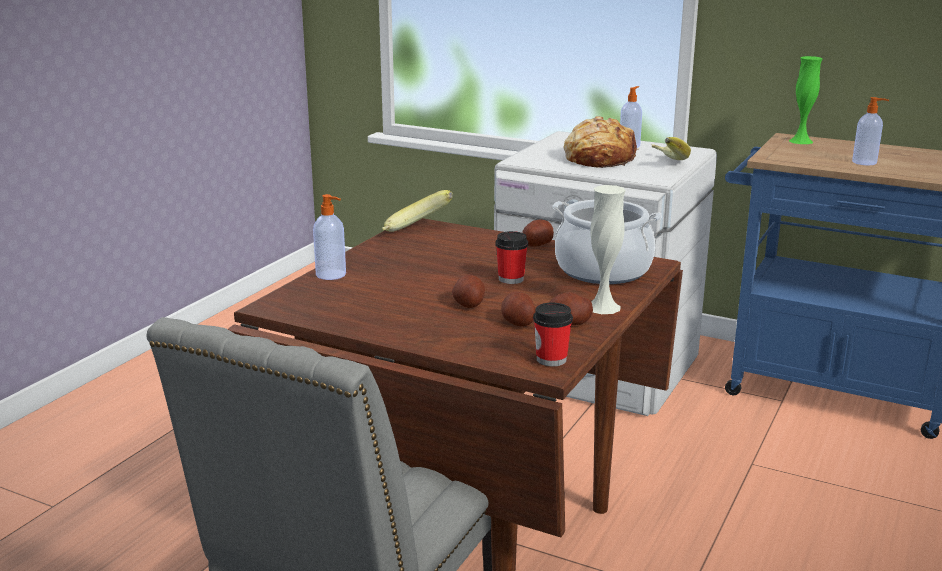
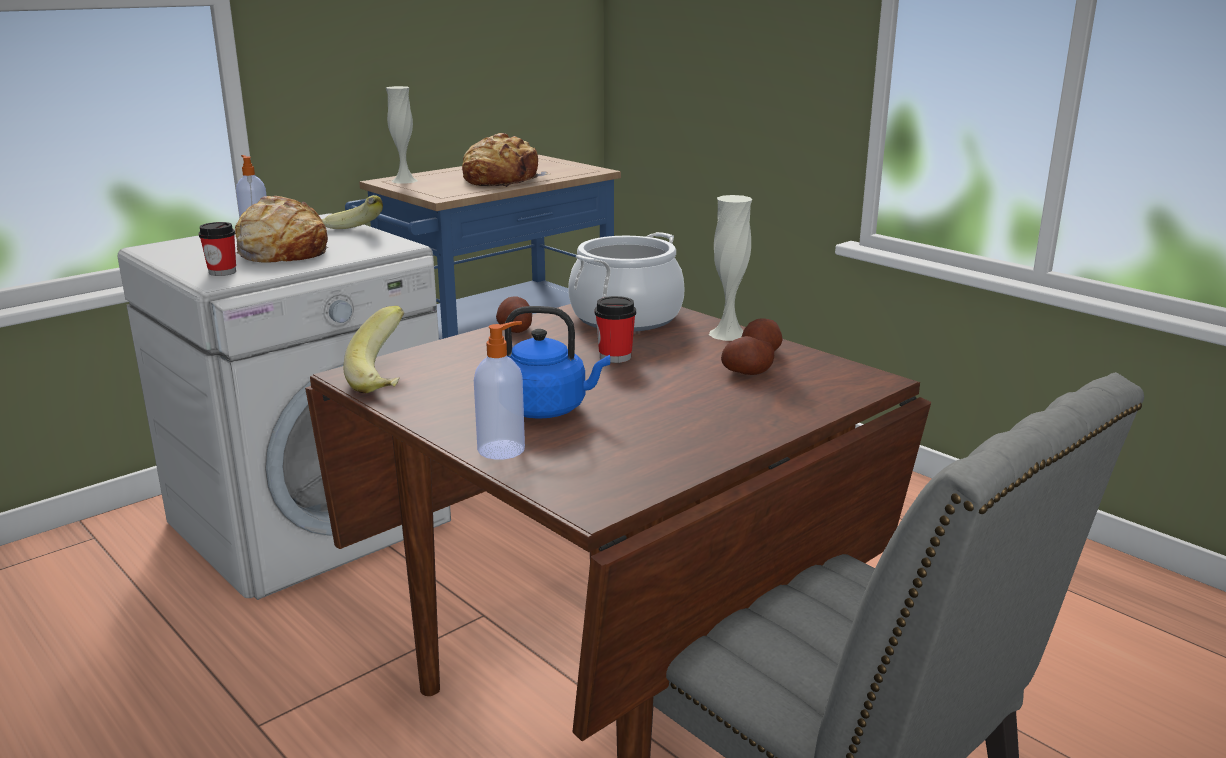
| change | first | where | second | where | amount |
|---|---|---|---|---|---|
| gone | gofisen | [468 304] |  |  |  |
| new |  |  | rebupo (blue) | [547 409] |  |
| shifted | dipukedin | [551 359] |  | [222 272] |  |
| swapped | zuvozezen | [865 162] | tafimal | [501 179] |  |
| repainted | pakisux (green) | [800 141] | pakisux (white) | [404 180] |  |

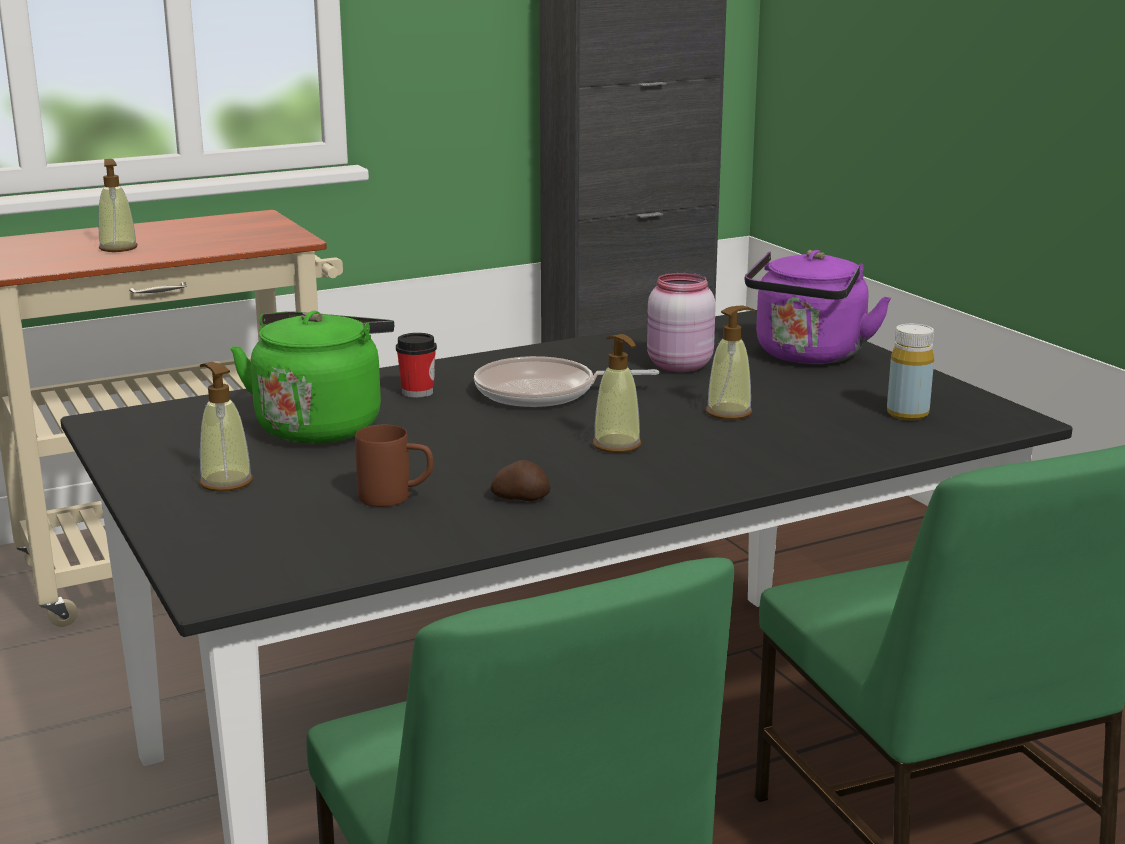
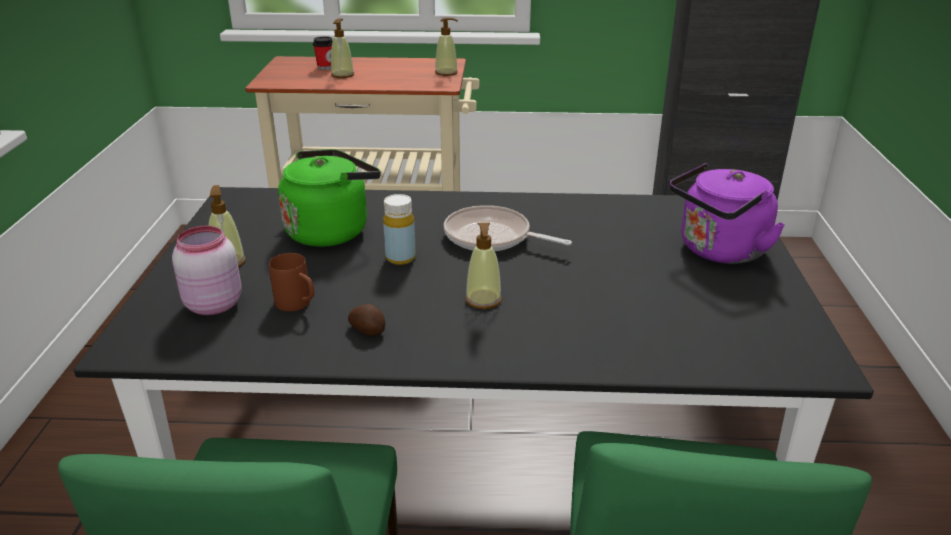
| change | first | where | second | where | amount |
|---|---|---|---|---|---|
| shifted | dipukedin | [417 392] |  | [325 67] |  |
| shifted | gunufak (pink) | [677 366] |  | [212 304] |  |
| shifted | zuvozezen | [729 412] |  | [446 73] |  |
| shifted | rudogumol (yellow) | [907 414] |  | [400 258] |  |

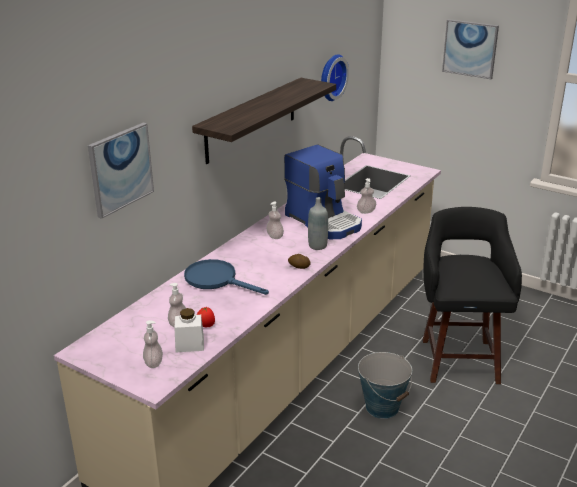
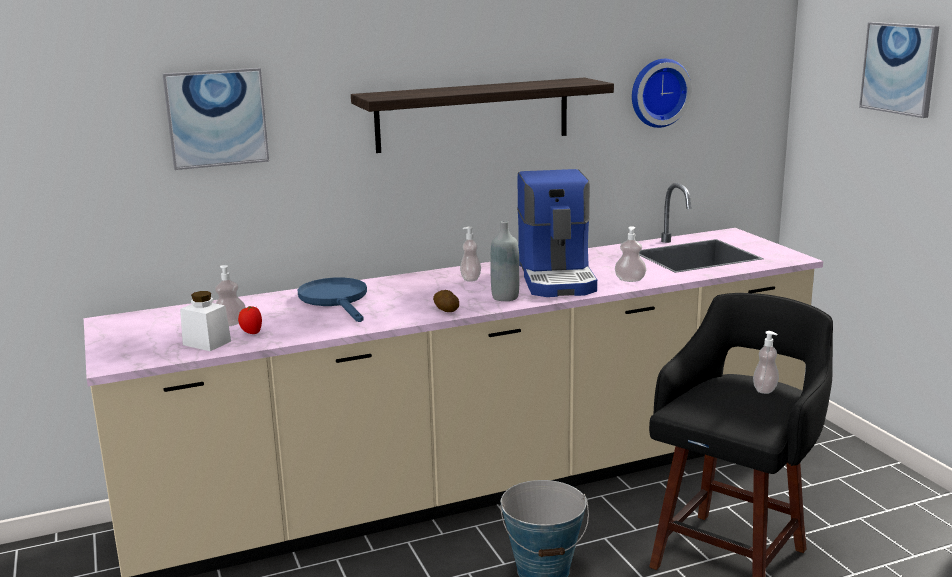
| change | first | where | second | where | amount |
|---|---|---|---|---|---|
| shifted | zuvozezen | [153 363] |  | [765 390] |  |

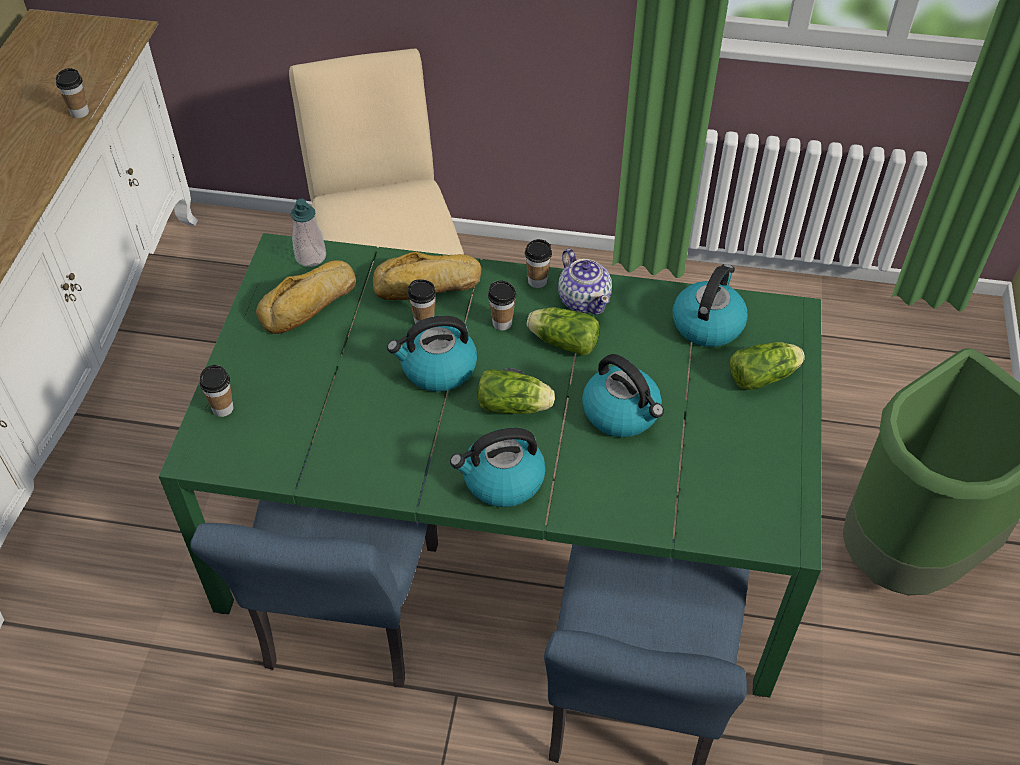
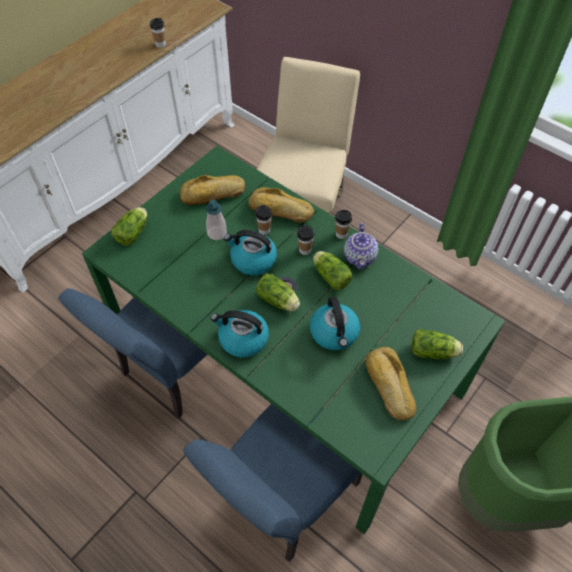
| change | first | where | second | where | amount |
|---|---|---|---|---|---|
| gone | rebupo | [707 323] |  |  |  |
| new |  |  | tafimal | [388 386] |  |
| shifted | zuvozezen | [310 257] |  | [217 233] |  |
| swapped | dipukedin | [223 408] | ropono | [133 232] |  |

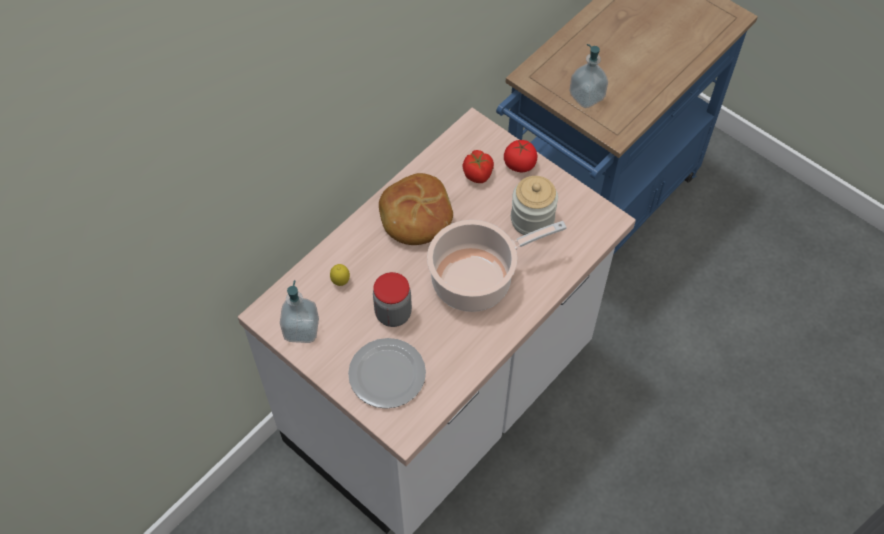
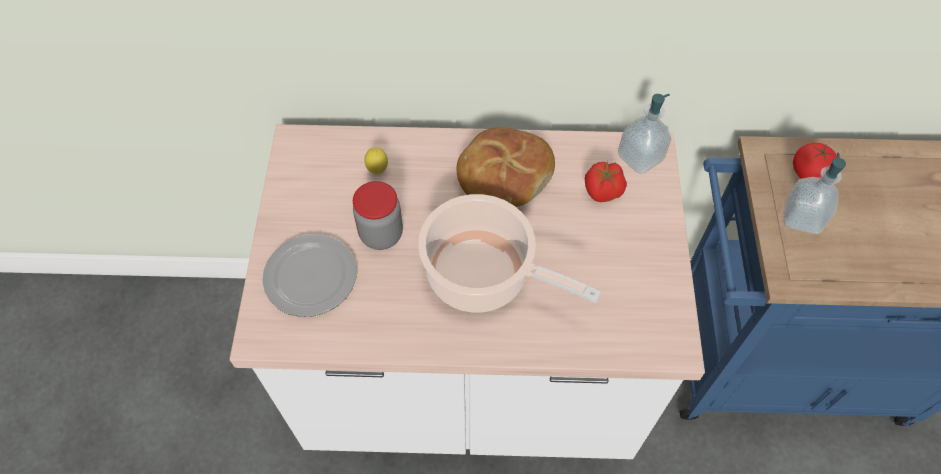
| change | first | where | second | where | amount |
|---|---|---|---|---|---|
| gone | gunufak | [532 219] |  |  |  |
| shifted | zuvozezen | [301 329] |  | [640 157] |  |
| shifted | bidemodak | [519 164] |  | [809 174] |  |

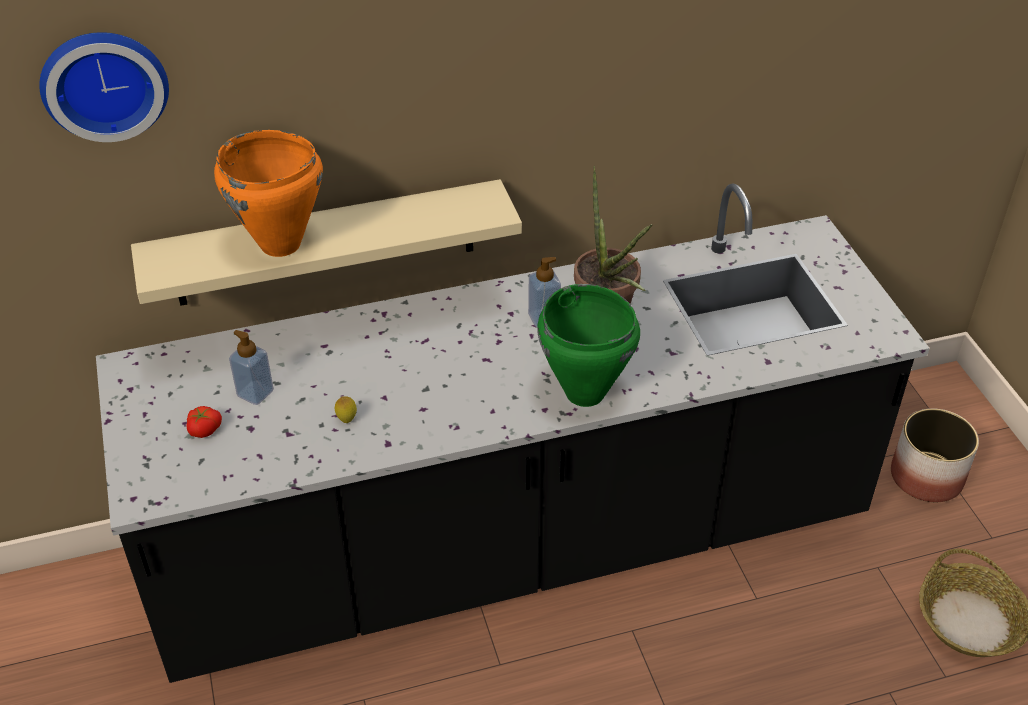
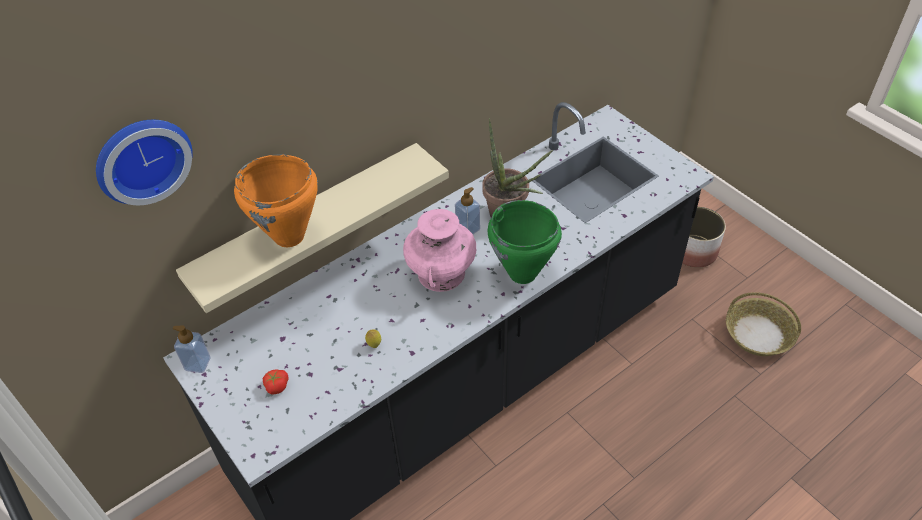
| change | first | where | second | where | amount |
|---|---|---|---|---|---|
| new |  |  | pakisux (pink) | [441 274] |  |
| shifted | zuvozezen | [255 393] |  | [198 364] |  |

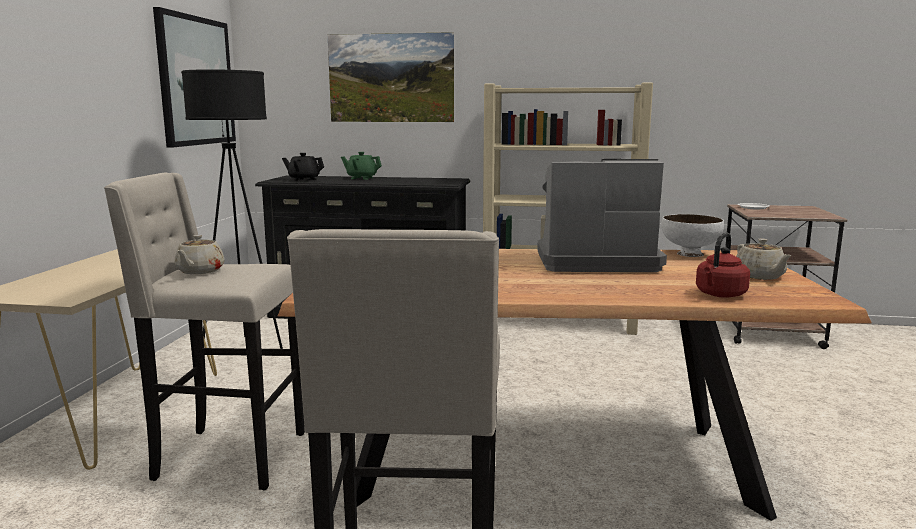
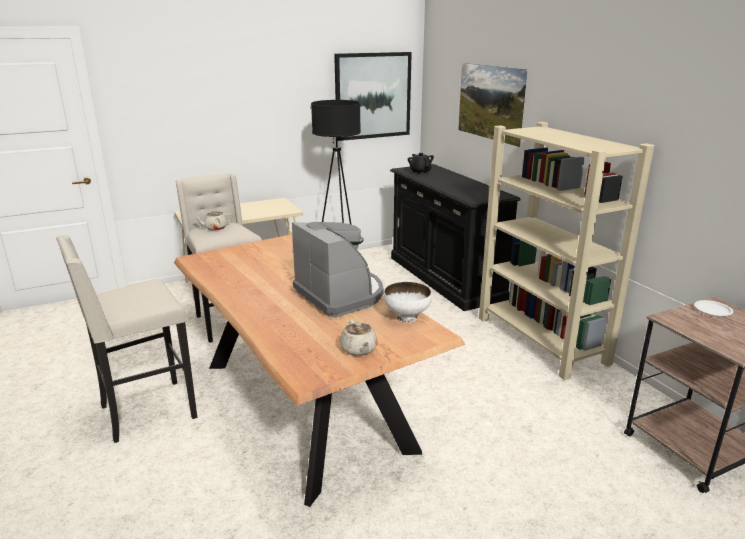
| change | first | where | second | where | amount |
|---|---|---|---|---|---|
| gone | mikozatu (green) | [361 178] |  |  |  |
| gone | rebupo (red) | [719 295] |  |  |  |
| rotated | mikozatu (beige) | [759 276] |  | [358 350] | 60 degrees counterclockwise |

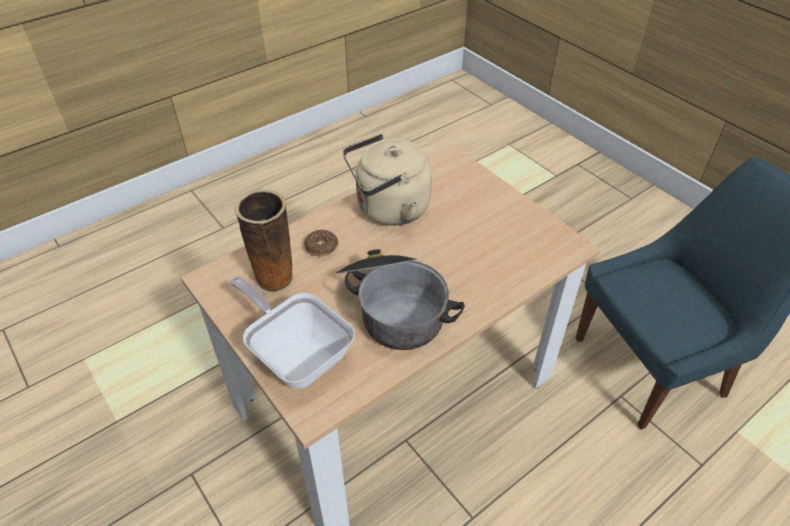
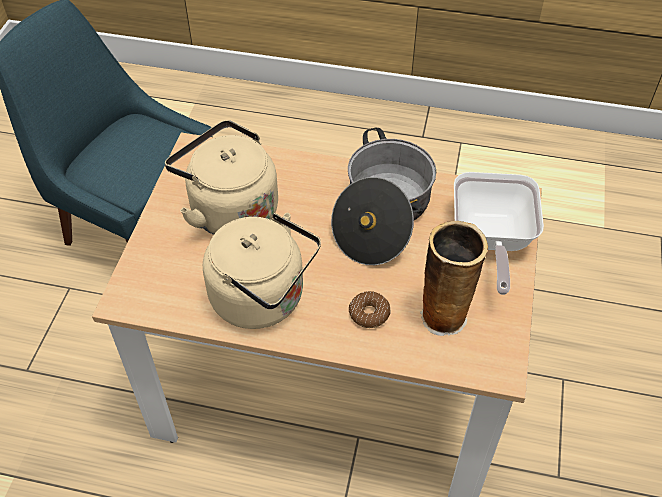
| change | first | where | second | where | amount |
|---|---|---|---|---|---|
| new |  |  | rebupo (beige) | [229 210] |  |

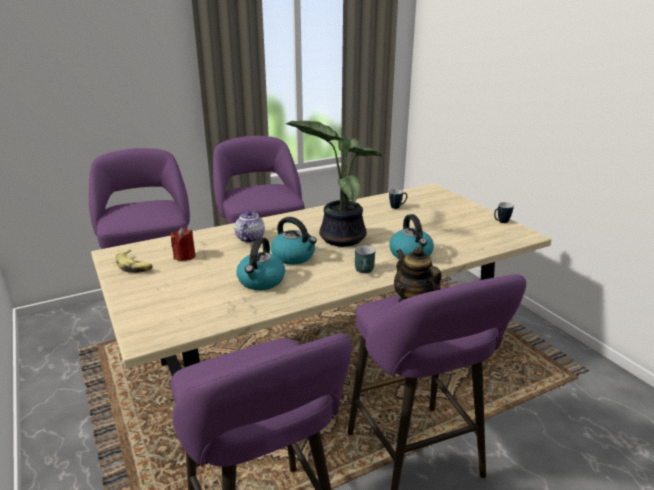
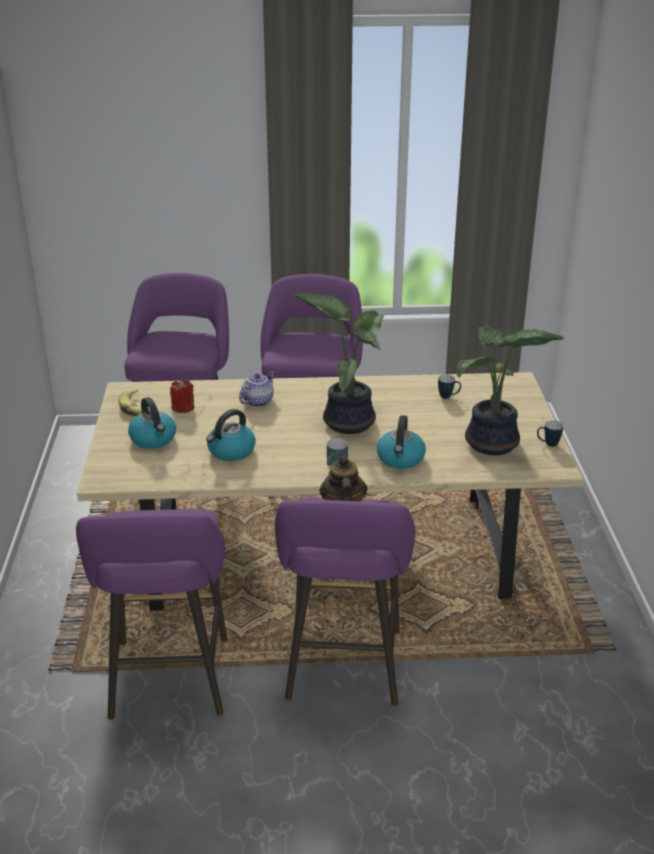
| change | first | where | second | where | amount |
|---|---|---|---|---|---|
| new |  |  | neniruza | [492 445] |  |
| shifted | rebupo | [294 256] |  | [154 439] |  |

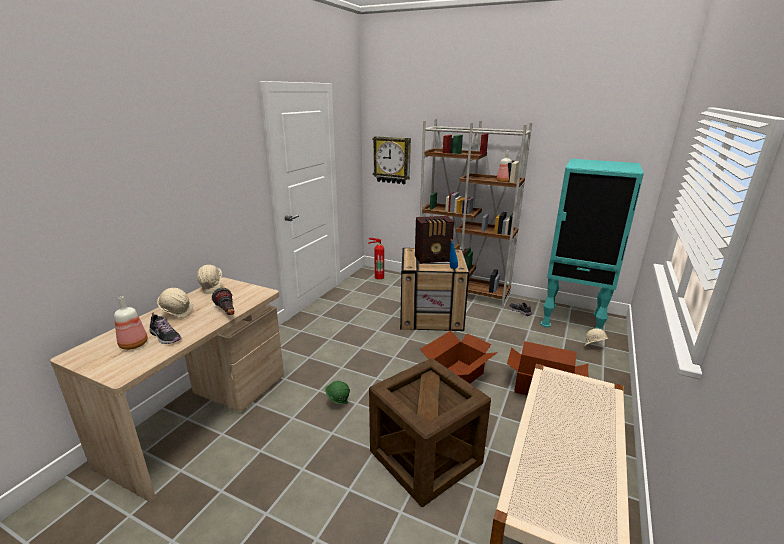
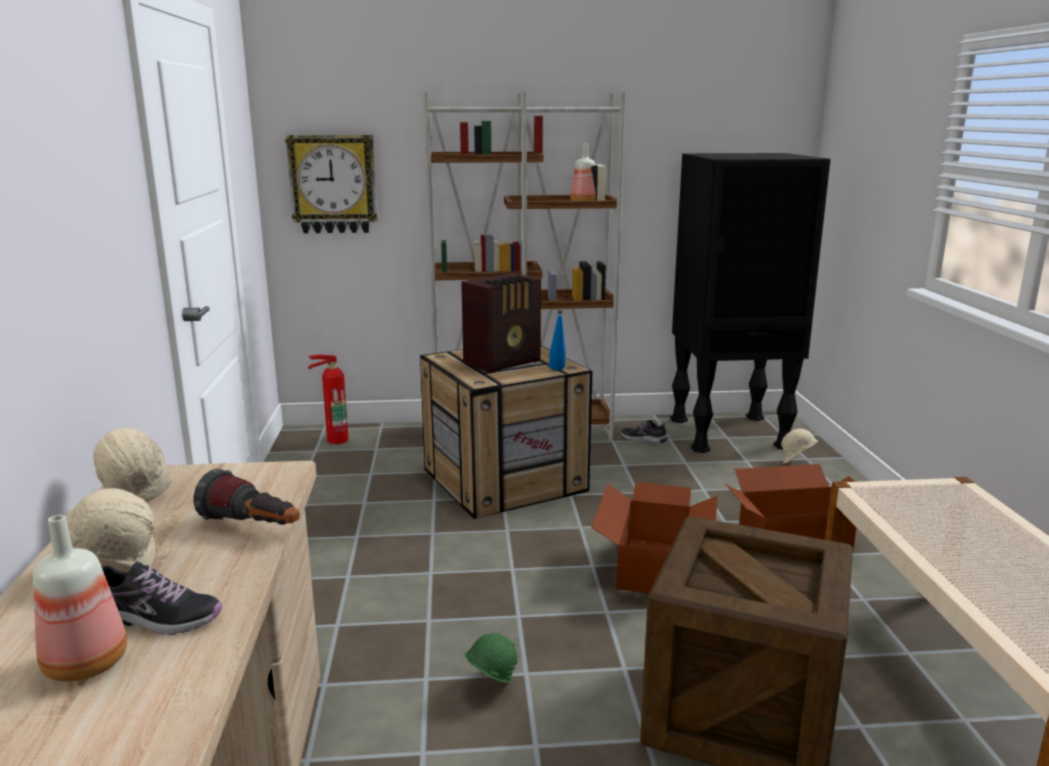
| change | first | where | second | where | amount |
|---|---|---|---|---|---|
| repainted | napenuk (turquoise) | [573 320] | napenuk (black) | [730 433] |  |

